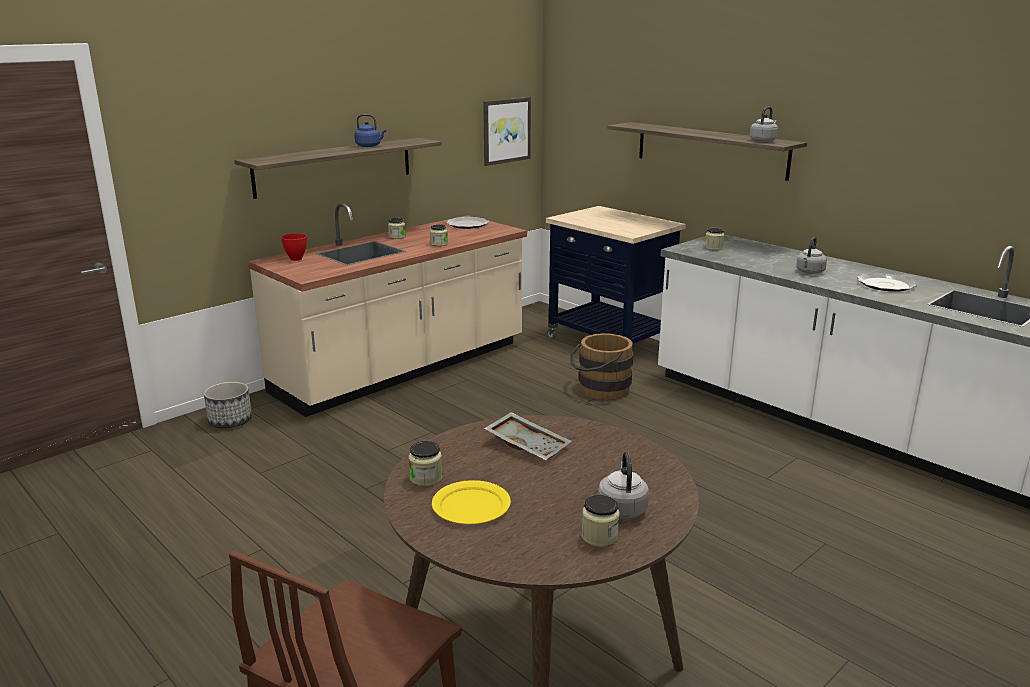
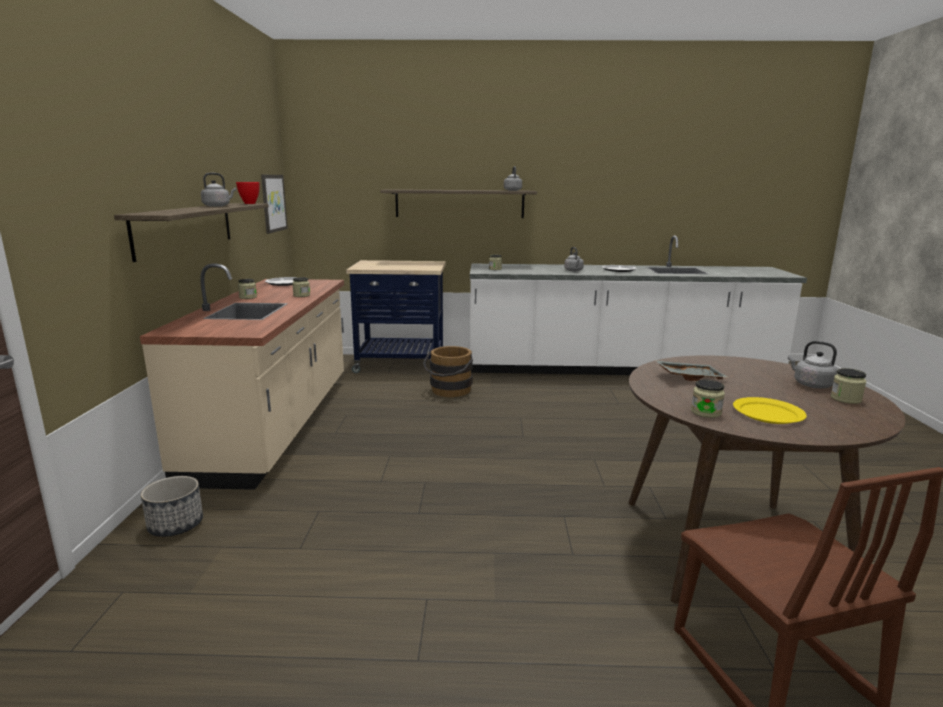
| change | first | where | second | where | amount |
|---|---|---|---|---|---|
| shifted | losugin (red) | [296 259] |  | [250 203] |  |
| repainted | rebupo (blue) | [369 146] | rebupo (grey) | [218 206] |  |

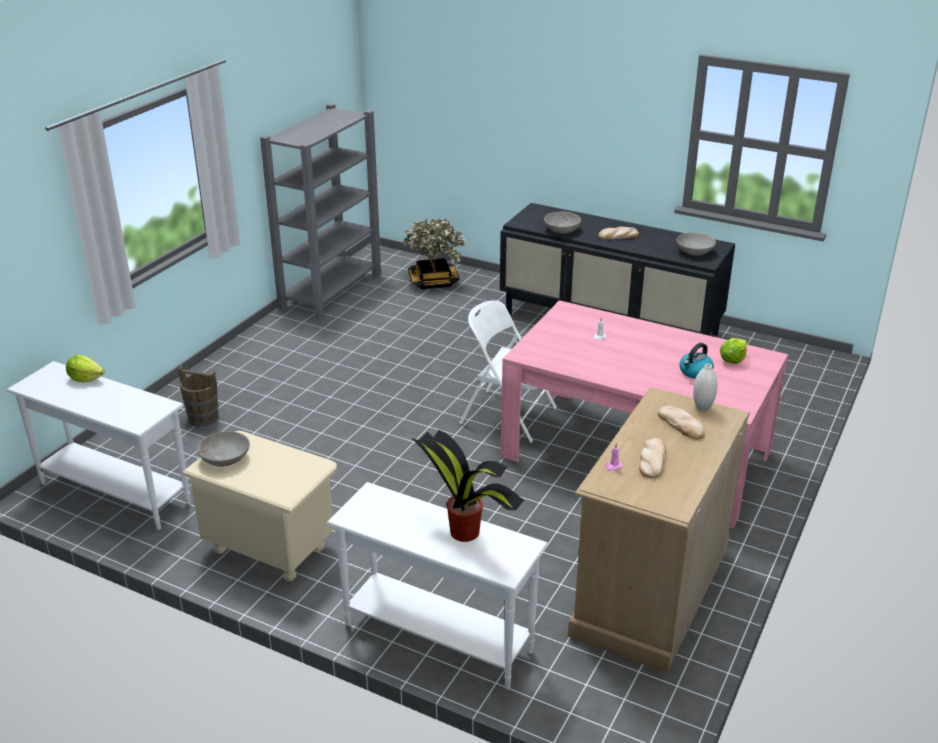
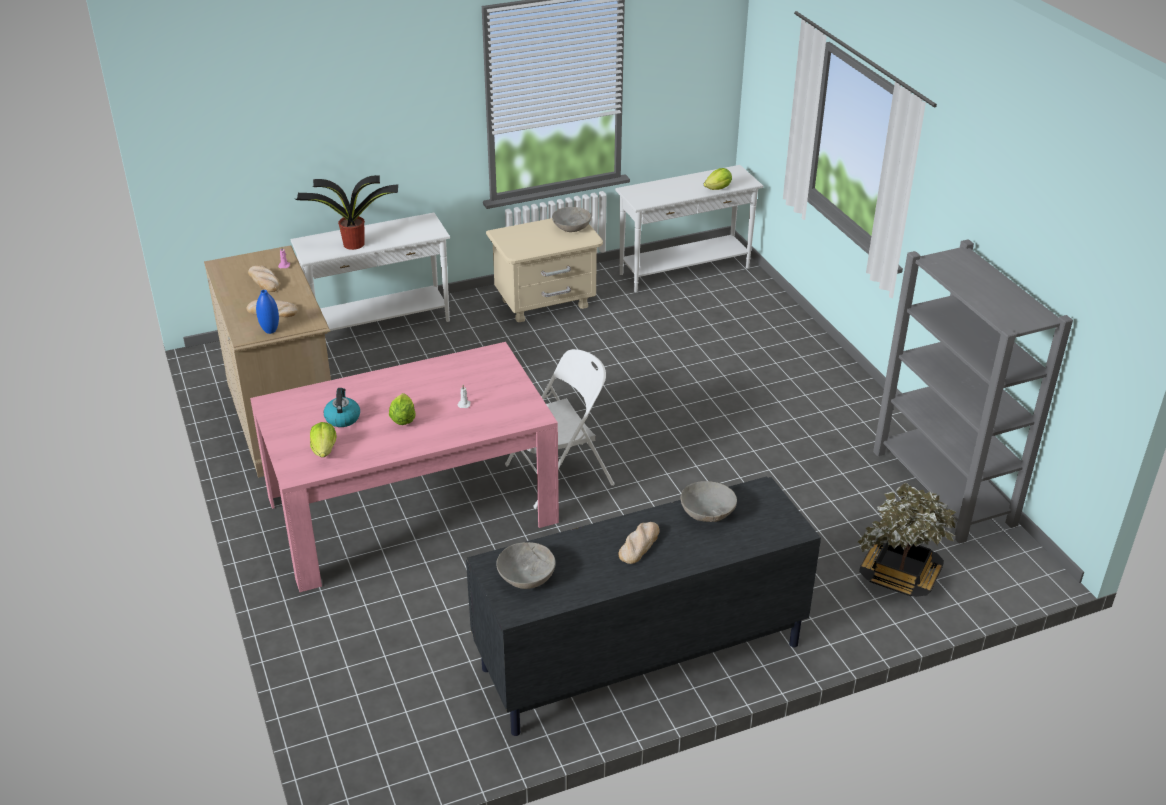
| change | first | where | second | where | amount |
|---|---|---|---|---|---|
| gone | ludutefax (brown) | [203 418] |  |  |  |
| new |  |  | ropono | [402 419] |  |
| repainted | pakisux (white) | [702 408] | pakisux (blue) | [270 331] |  |

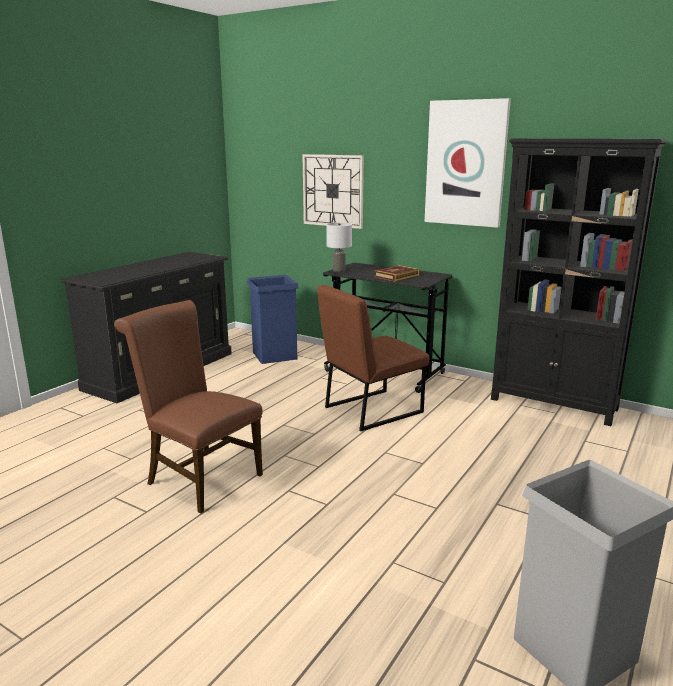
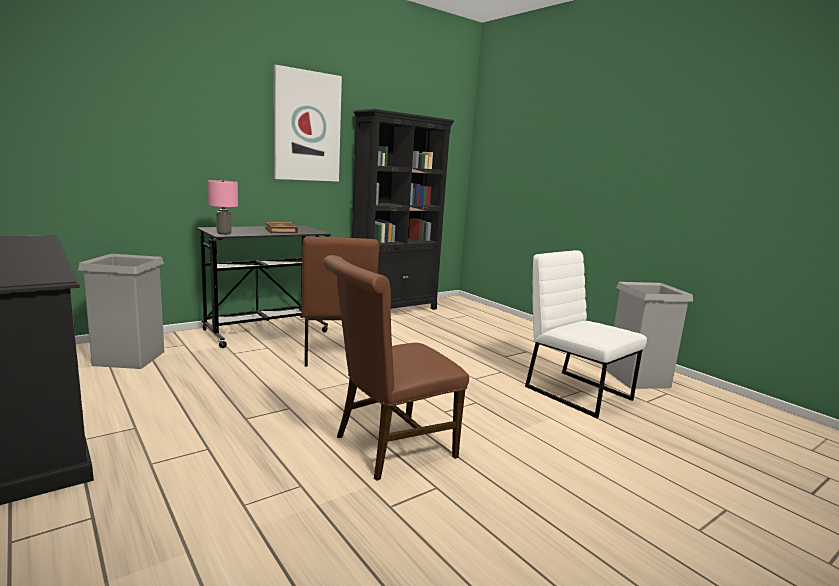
| change | first | where | second | where | amount |
|---|---|---|---|---|---|
| gone | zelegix | [333 191] |  |  |  |
| new |  |  | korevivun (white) | [575 392] |  |
| repainted | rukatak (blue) | [274 355] | rukatak (grey) | [129 358] |  |
| repainted | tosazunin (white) | [338 271] | tosazunin (pink) | [223 233] |  |

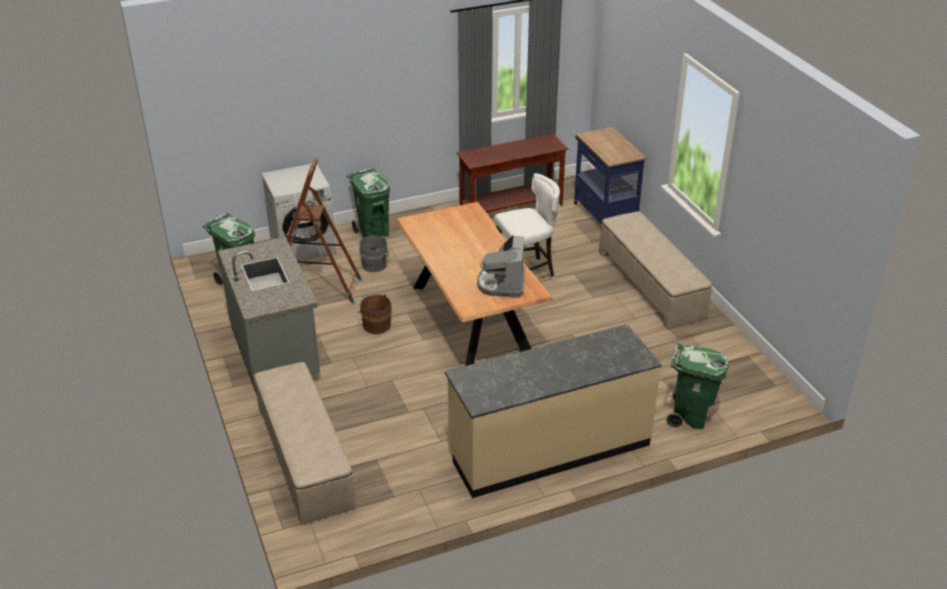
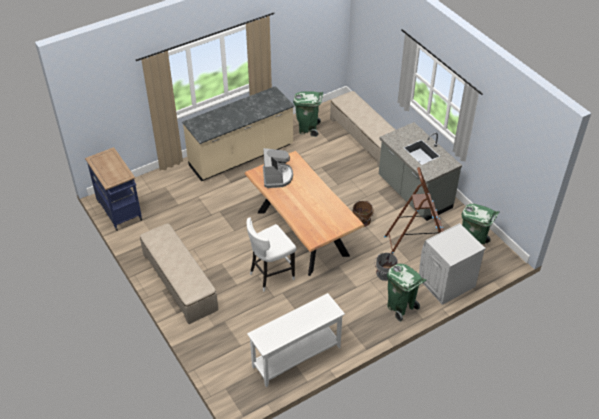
| change | first | where | second | where | amount |
|---|---|---|---|---|---|
| shifted | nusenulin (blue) | [603 214] |  | [120 212] |  |
| shifted | rukatak (green) | [690 416] |  | [308 129] |  |
| repainted | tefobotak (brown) | [511 207] | tefobotak (white) | [296 357] |  |

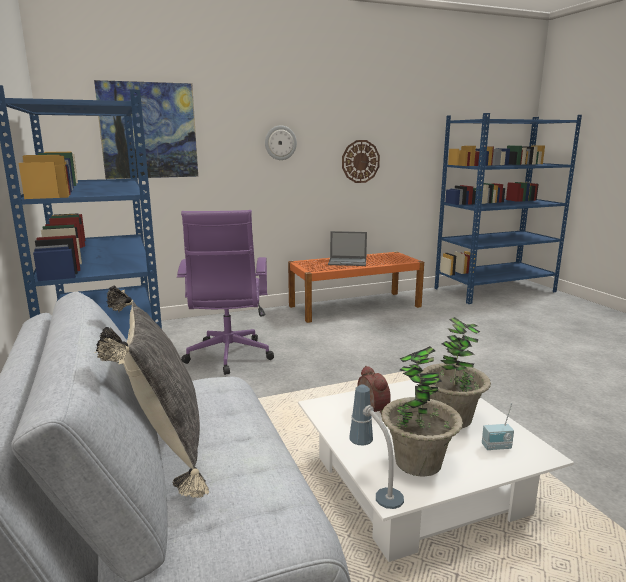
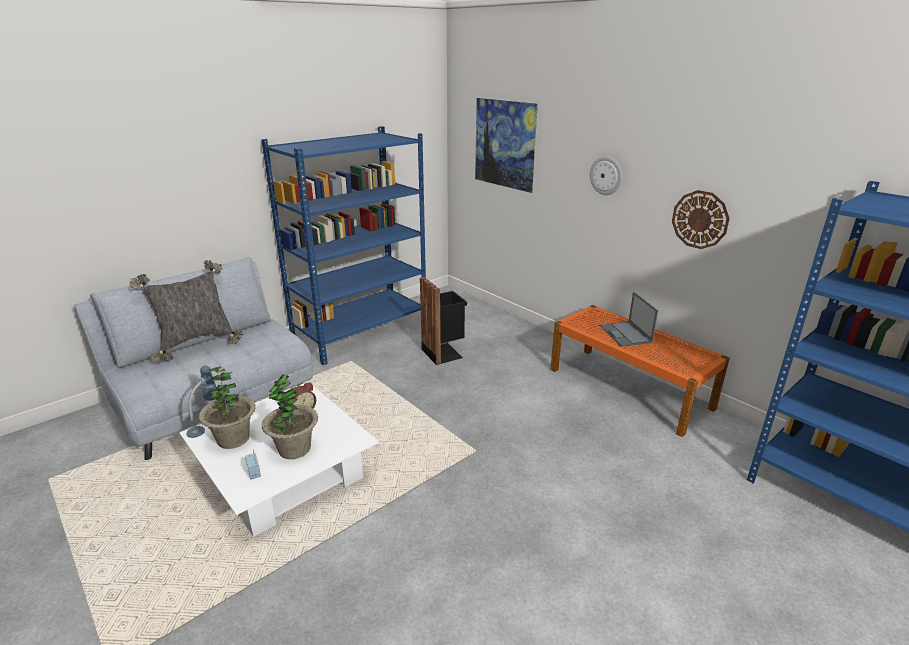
| change | first | where | second | where | amount |
|---|---|---|---|---|---|
| swapped | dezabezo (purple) | [228 357] | rukatak (black) | [443 353] |  |

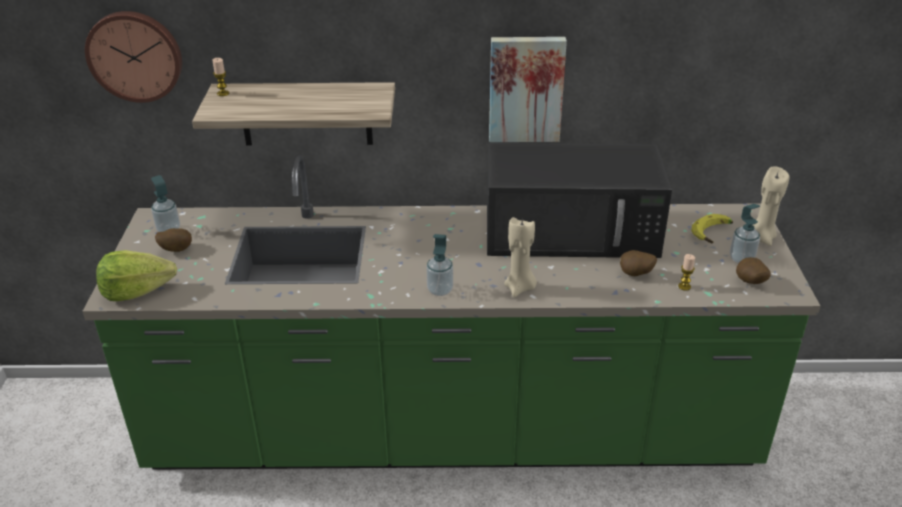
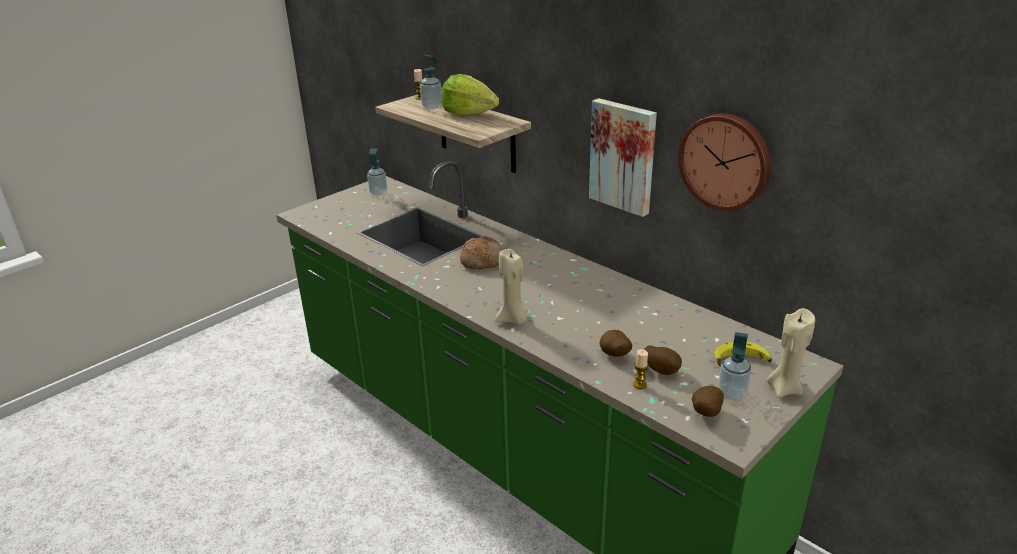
| change | first | where | second | where | amount |
|---|---|---|---|---|---|
| gone | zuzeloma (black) | [573 231] |  |  |  |
| new |  |  | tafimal | [482 261] |  |
| shifted | zelegix | [135 55] |  | [726 161] |  |
| shifted | ropono | [136 292] |  | [468 114] |  |
| shifted | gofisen | [176 249] |  | [661 371] |  |
| shifted | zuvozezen | [440 290] |  | [432 107] |  |

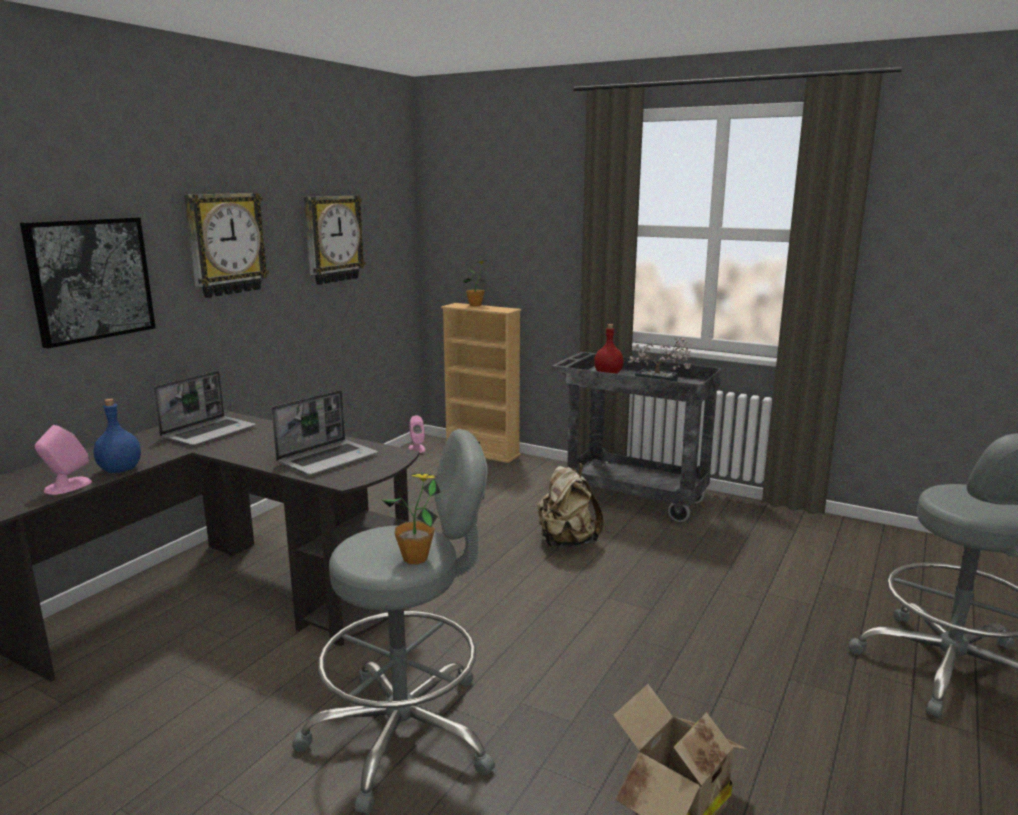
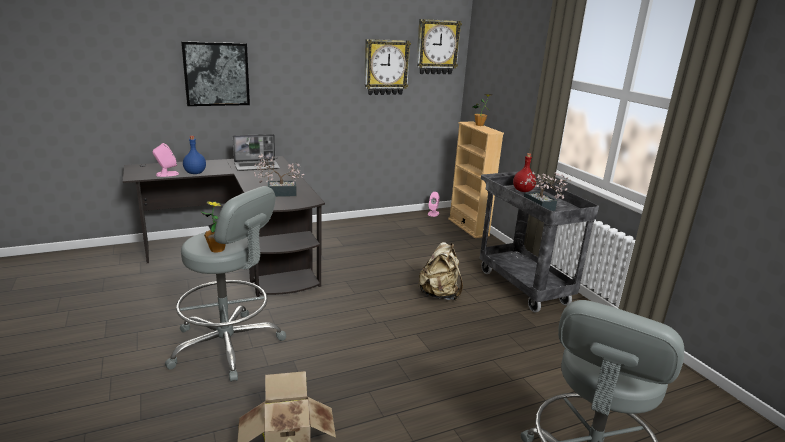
| change | first | where | second | where | amount |
|---|---|---|---|---|---|
| shifted | zelegix | [225 244] |  | [437 47] |  |
| swapped | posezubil | [328 459] | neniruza | [278 193] |  |

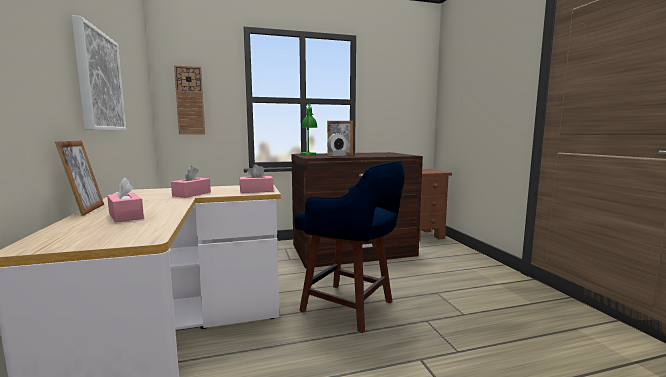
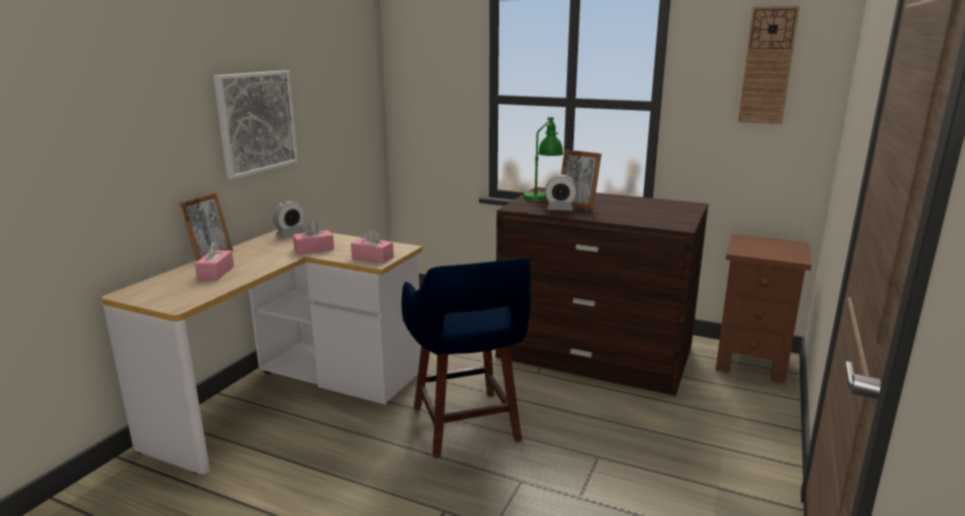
| change | first | where | second | where | amount |
|---|---|---|---|---|---|
| new |  |  | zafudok | [291 235] |  |
| shifted | zelegix | [190 100] |  | [767 66] |  |

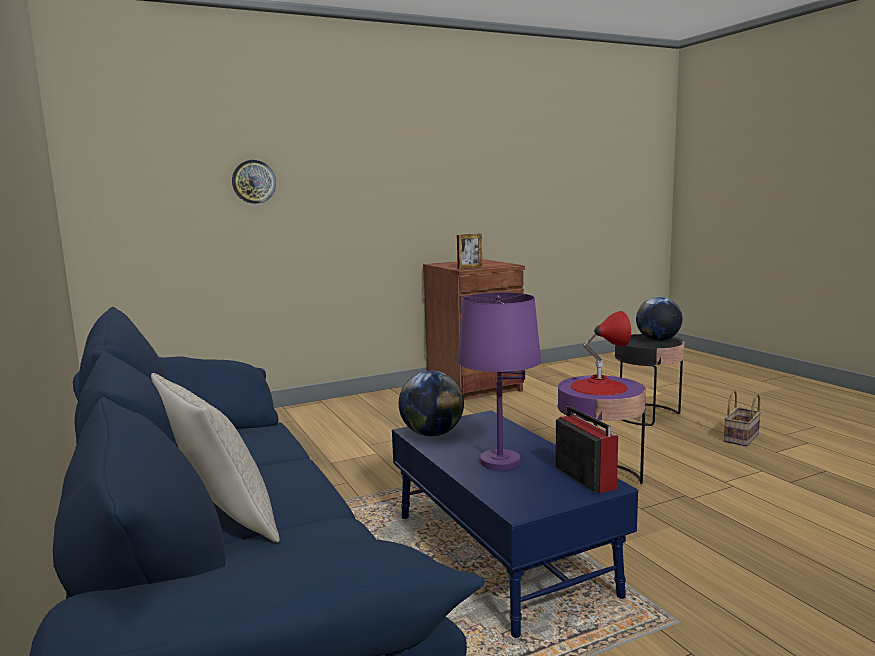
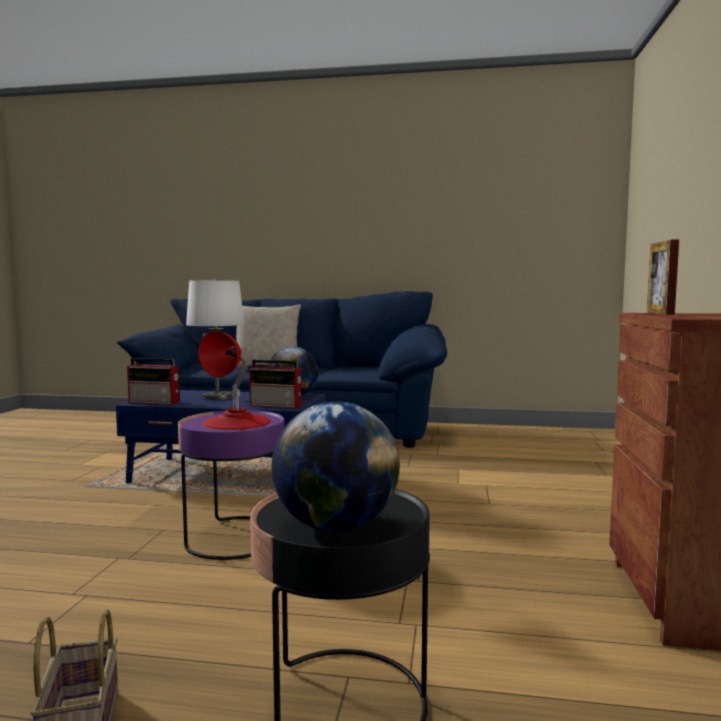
| change | first | where | second | where | amount |
|---|---|---|---|---|---|
| gone | zelegix | [253 181] |  |  |  |
| new |  |  | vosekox | [277 405] |  |
| repainted | tosazunin (purple) | [500 462] | tosazunin (white) | [217 397] |  |

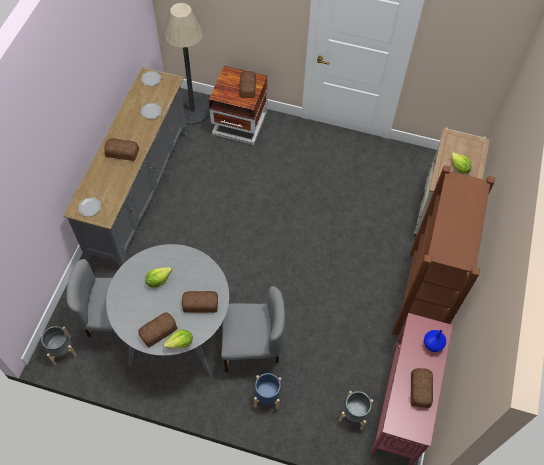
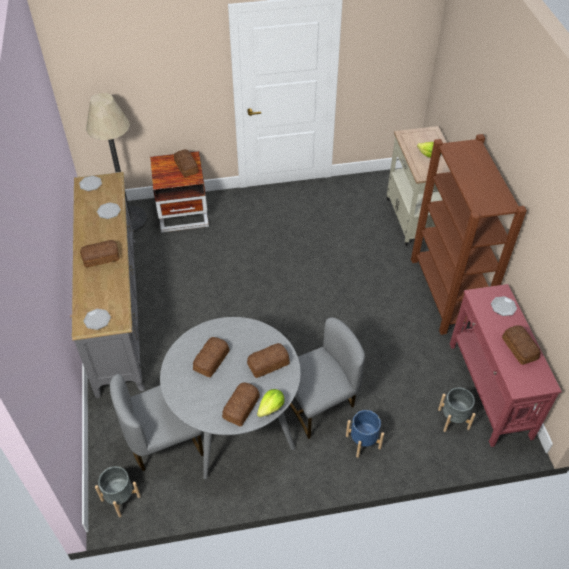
| change | first | where | second | where | amount |
|---|---|---|---|---|---|
| swapped | ropono | [158 280] | tafimal | [210 360] |  |
| swapped | pakisux (blue) | [433 344] | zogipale | [503 306] |  |

